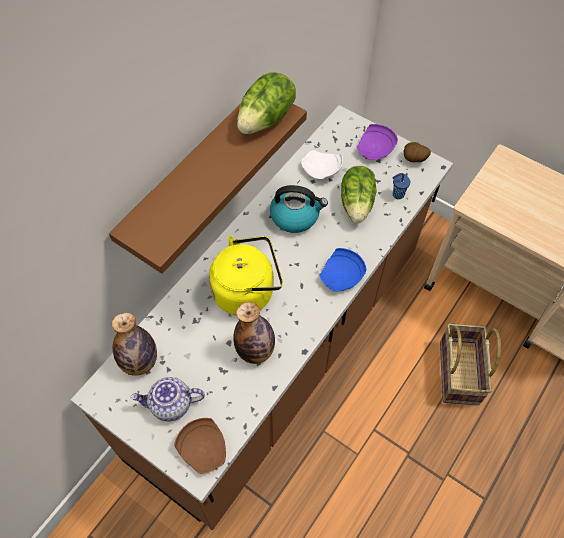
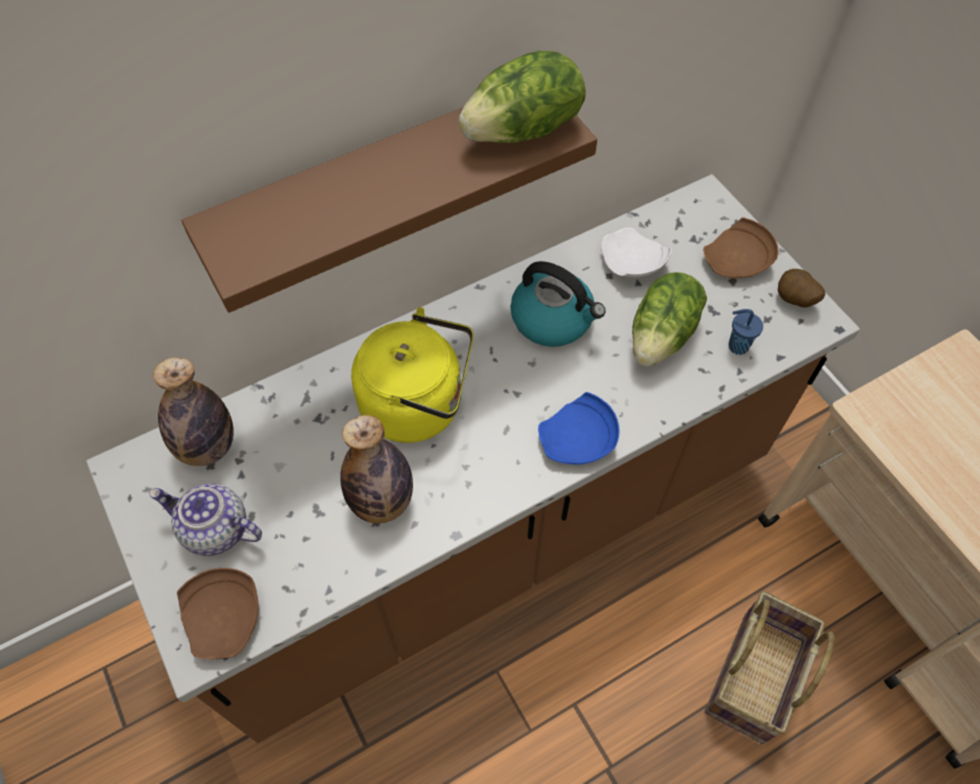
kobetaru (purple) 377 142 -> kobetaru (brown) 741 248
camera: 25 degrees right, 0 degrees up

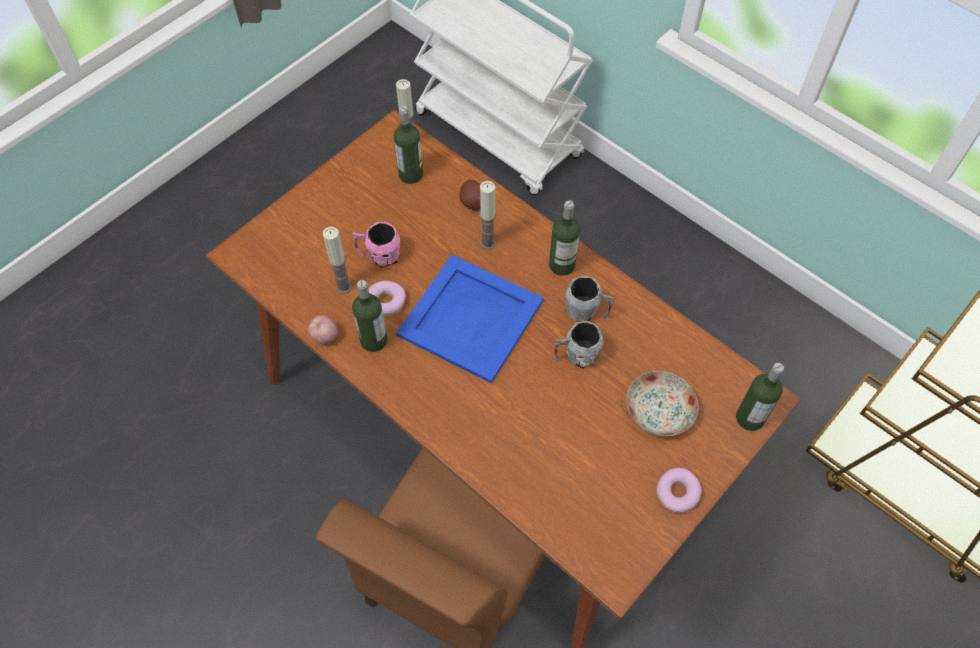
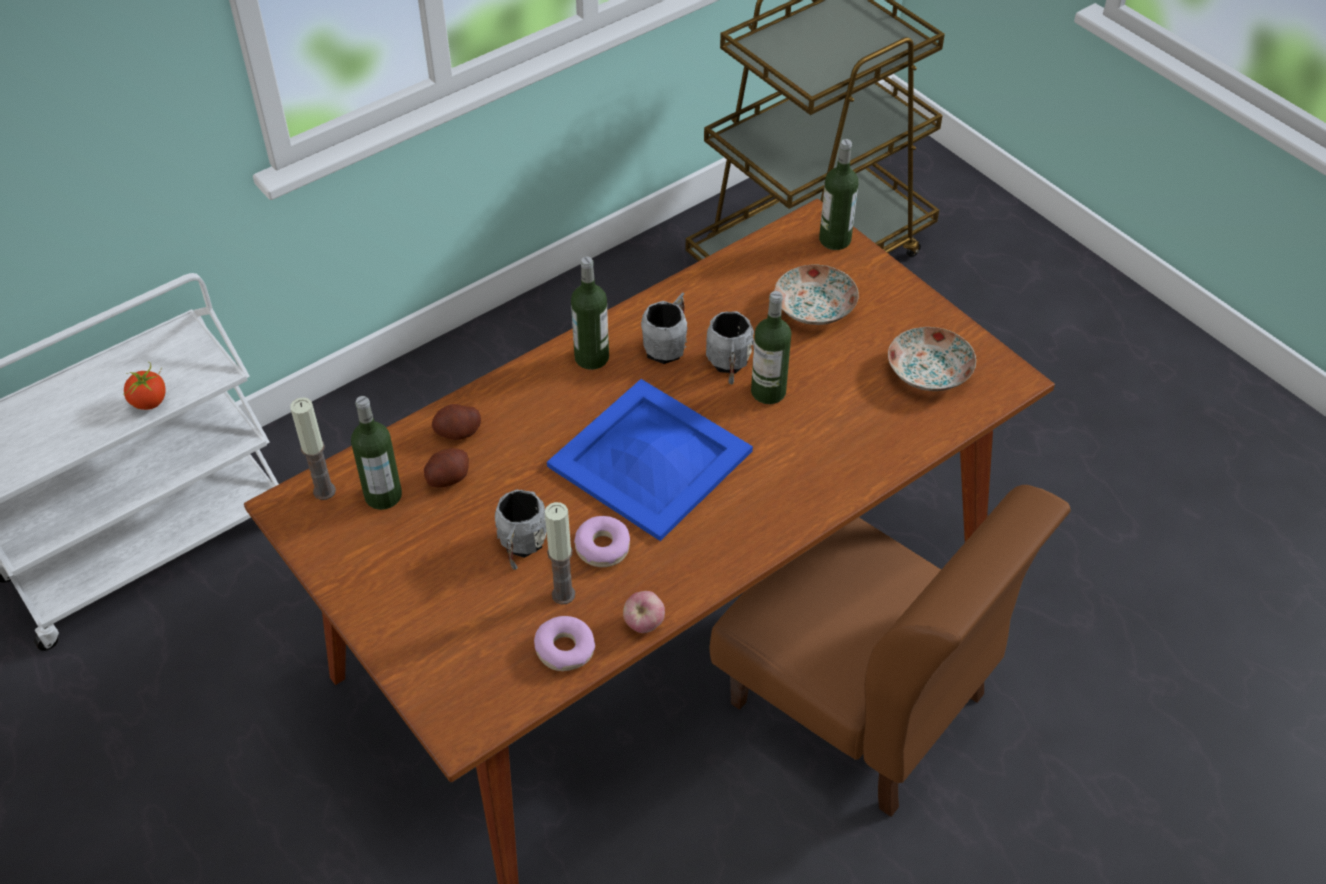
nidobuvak 369 316 -> nidobuvak 771 347, relocated
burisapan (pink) 377 245 -> burisapan (grey) 521 530
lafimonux 488 215 -> none
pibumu 679 490 -> pibumu 564 643, relocated
none -> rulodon 145 386
none -> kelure 446 468
none -> kobetaru 932 359
camera: 80 degrees left, 10 degrees down

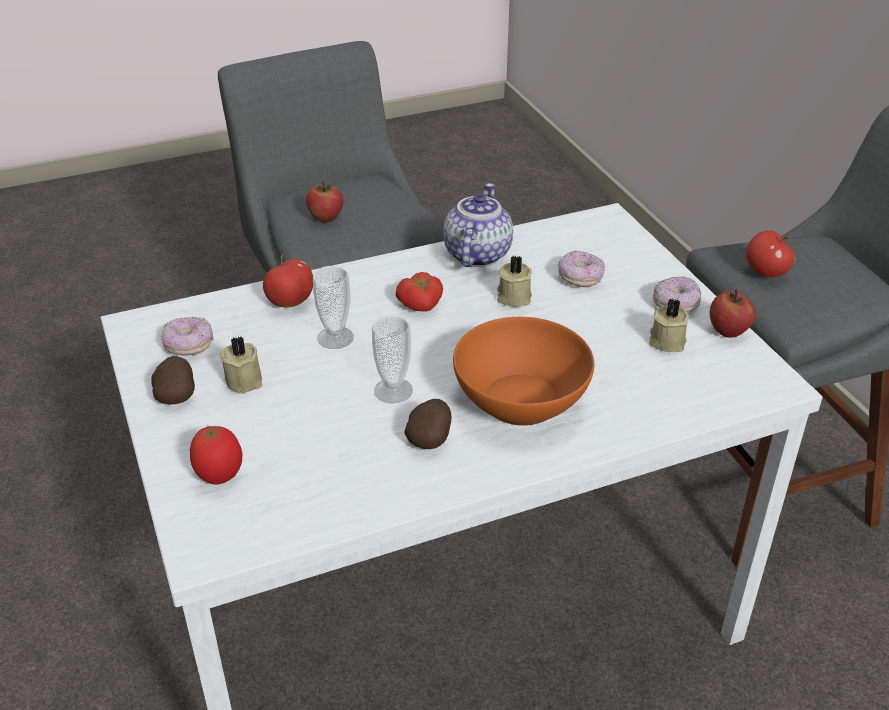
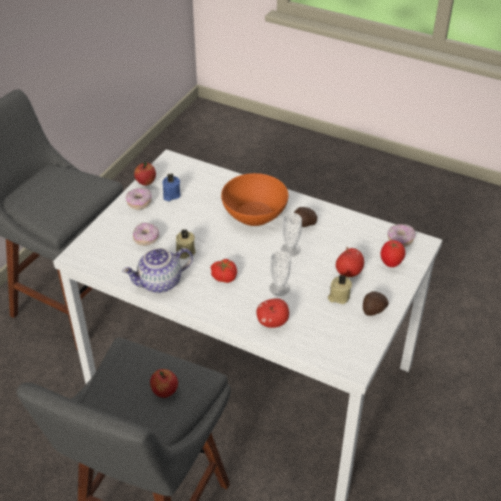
pibumu 187 336 -> pibumu 402 235, relocated
lafimonux (beige) 669 325 -> lafimonux (blue) 171 187
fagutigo 770 254 -> fagutigo 350 262, relocated
camera: 130 degrees left, 5 degrees up

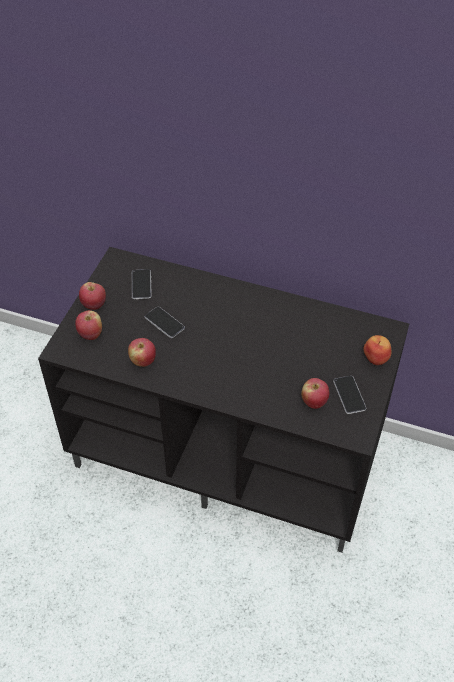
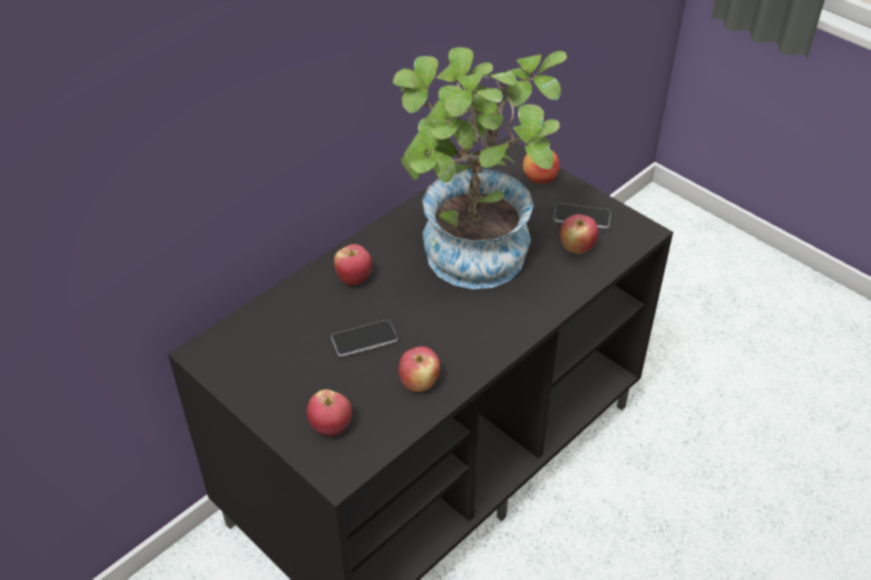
fagutigo 92 296 -> fagutigo 353 264, relocated
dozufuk 141 284 -> none
none -> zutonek 480 168
camera: 65 degrees left, 5 degrees down

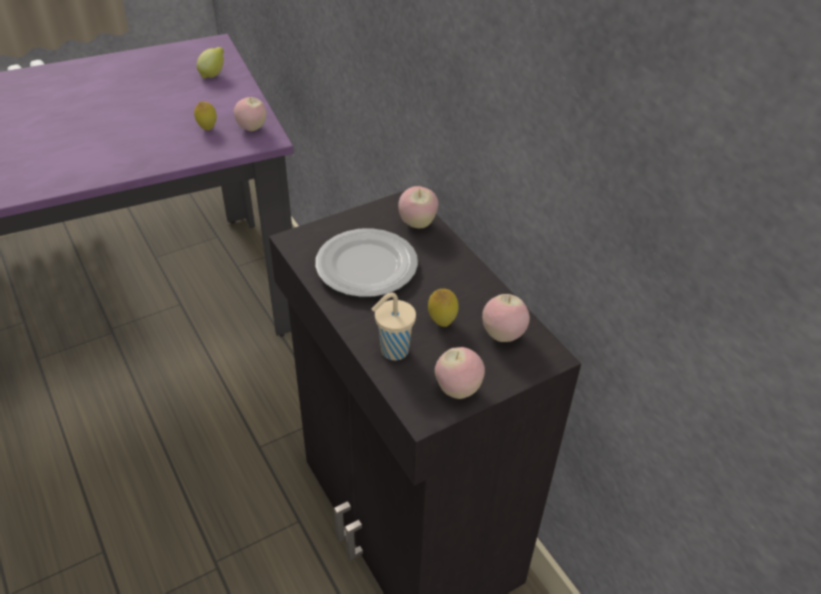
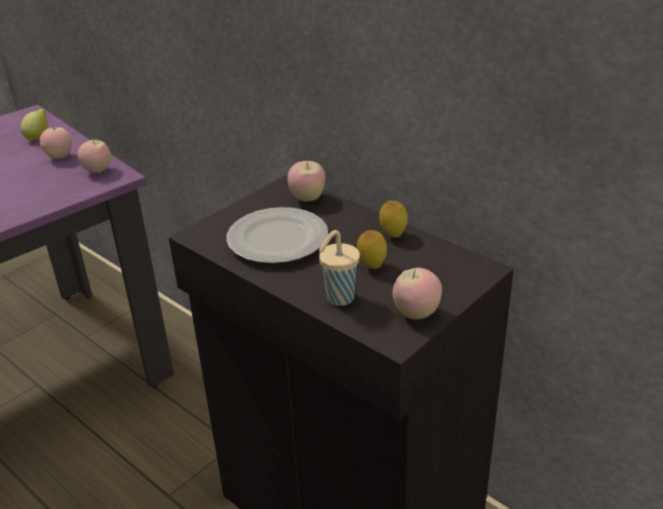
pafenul 205 115 -> pafenul 393 219, relocated
fagutigo 506 318 -> fagutigo 56 142, relocated
camera: 15 degrees left, 10 degrees down

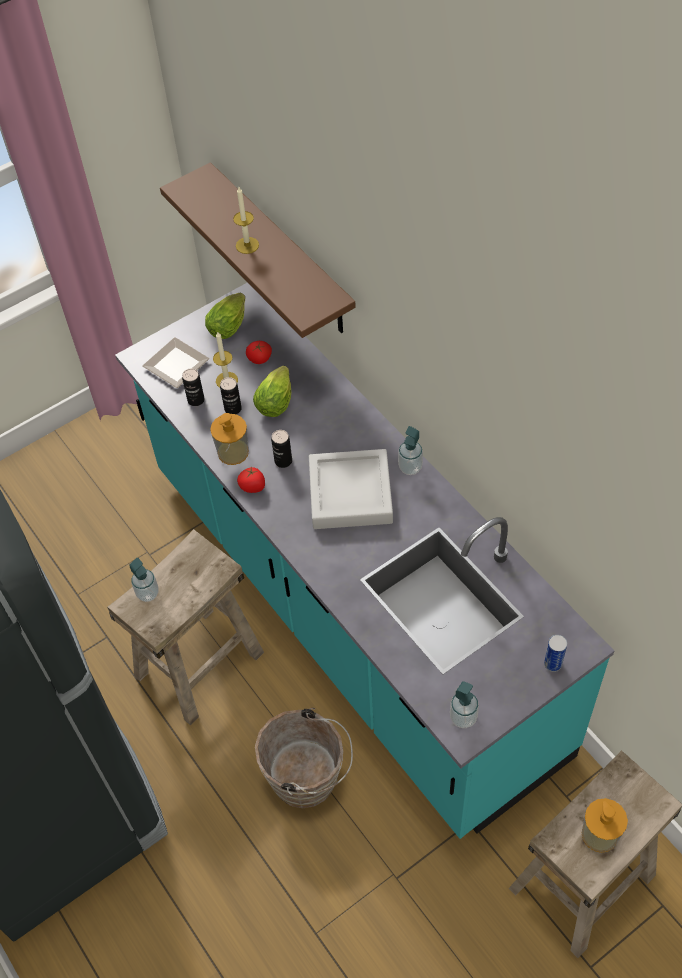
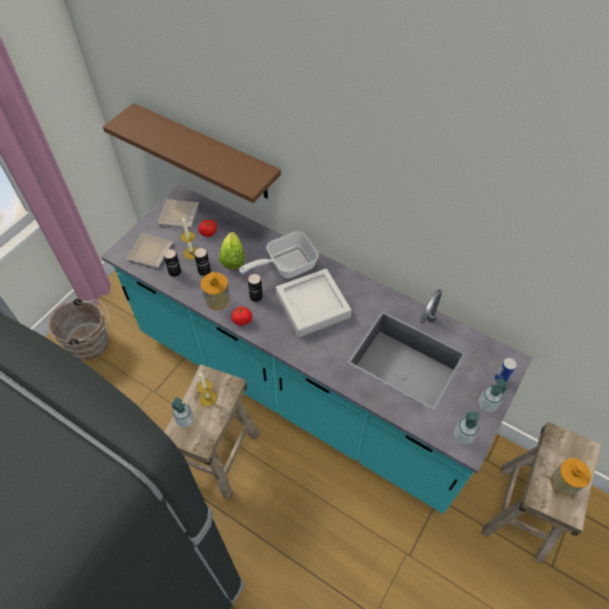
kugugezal 225 316 -> kobetaru 178 213
lafimonux 246 220 -> lafimonux 207 389, relocated
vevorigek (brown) 304 758 -> vevorigek (brown) 78 329, relocated
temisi 410 450 -> temisi 492 396, relocated
none -> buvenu 279 254
camera: 25 degrees left, 0 degrees up

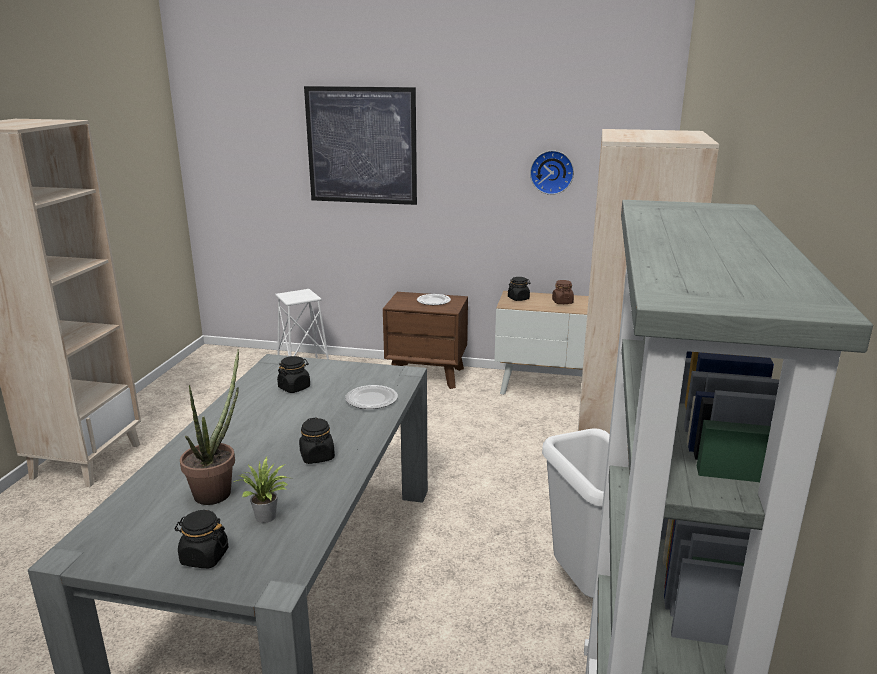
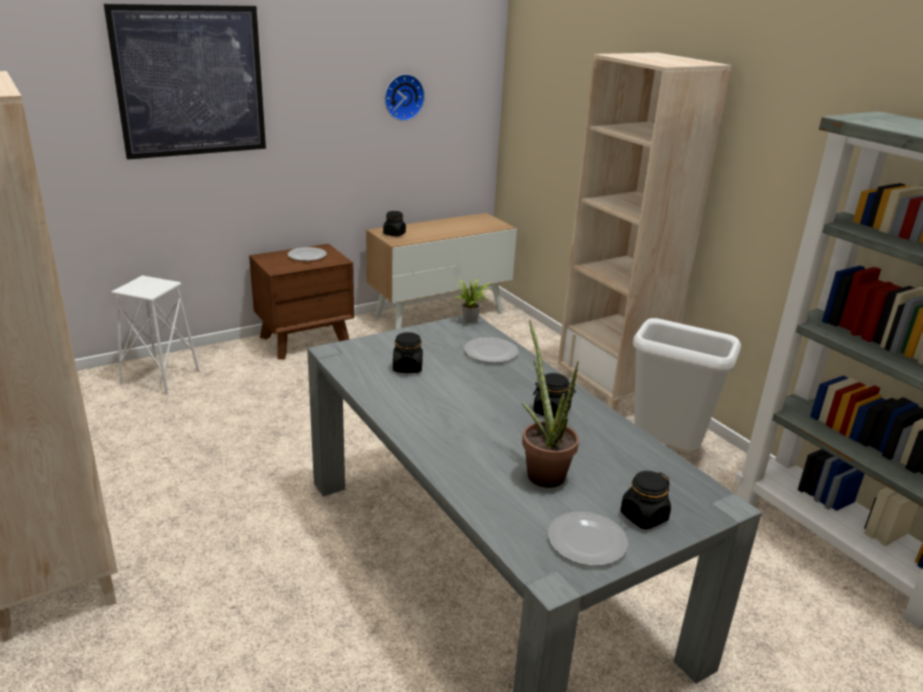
zutonek 261 490 -> zutonek 473 301, relocated
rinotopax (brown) 563 292 -> none
none -> kobetaru 588 539
camera: 45 degrees left, 5 degrees up

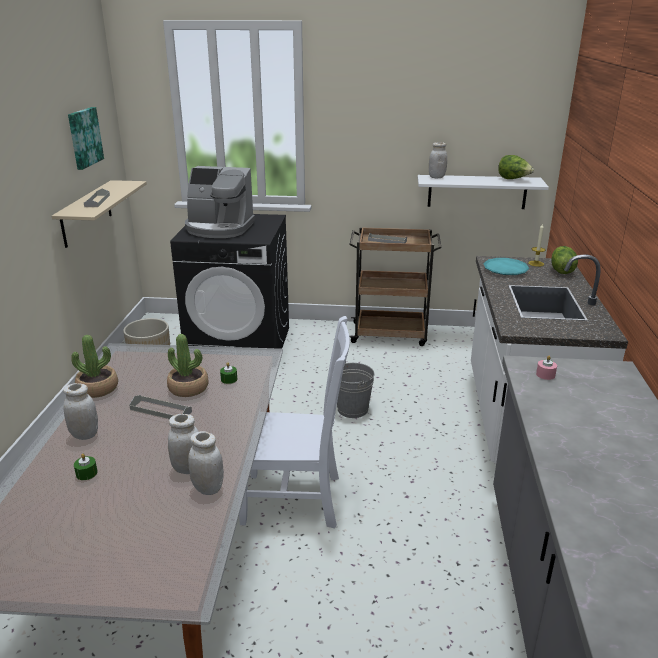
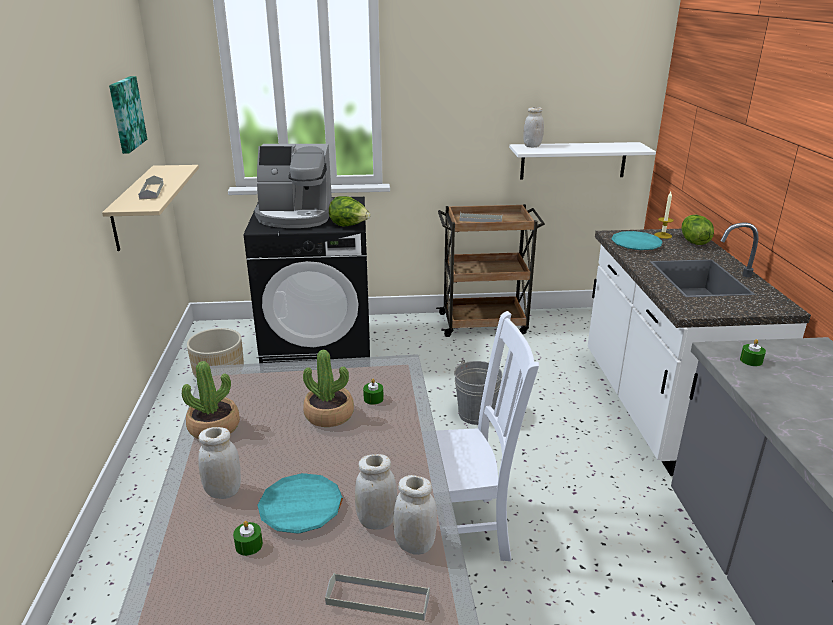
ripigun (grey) 160 407 -> ripigun (grey) 377 597, relocated
kugugezal 516 167 -> kugugezal 350 211, relocated
lafimonux (pink) 546 368 -> lafimonux (green) 753 352
none -> kobetaru (turquoise) 300 503
camera: 10 degrees left, 0 degrees up

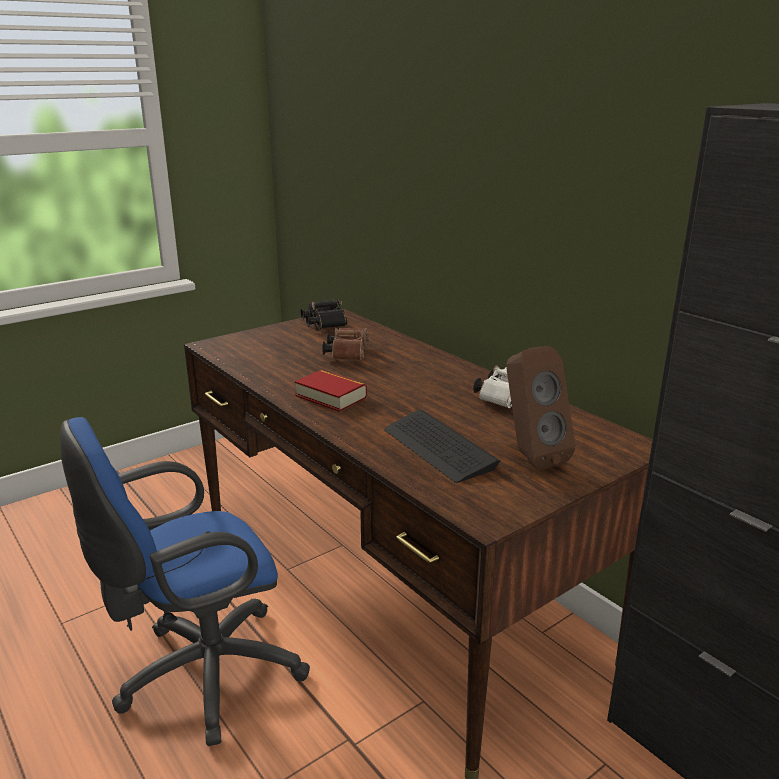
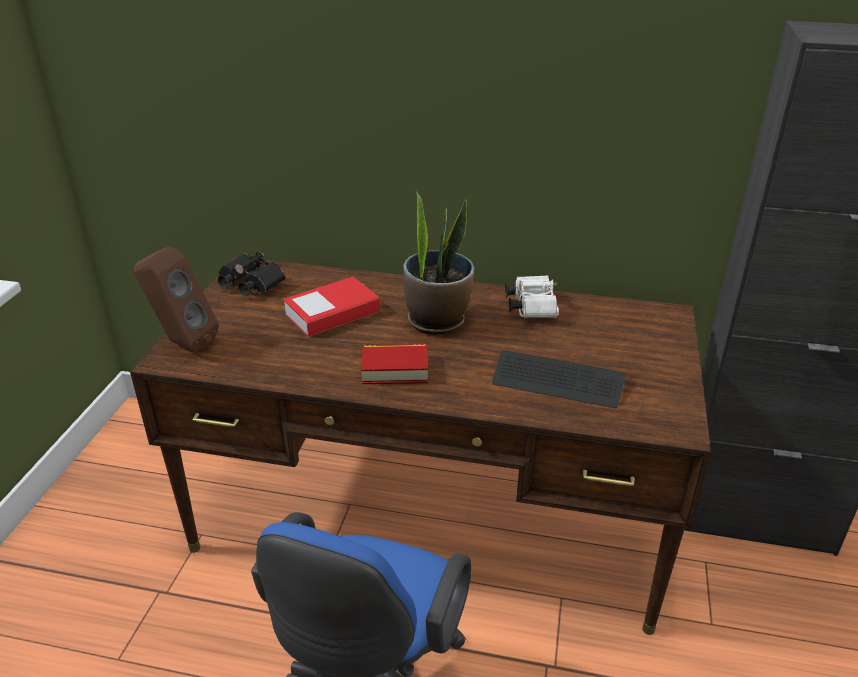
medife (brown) 346 344 -> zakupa 331 307
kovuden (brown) 540 408 -> kovuden (brown) 176 299, relocated
none -> zutonek 438 262
camera: 40 degrees left, 10 degrees up

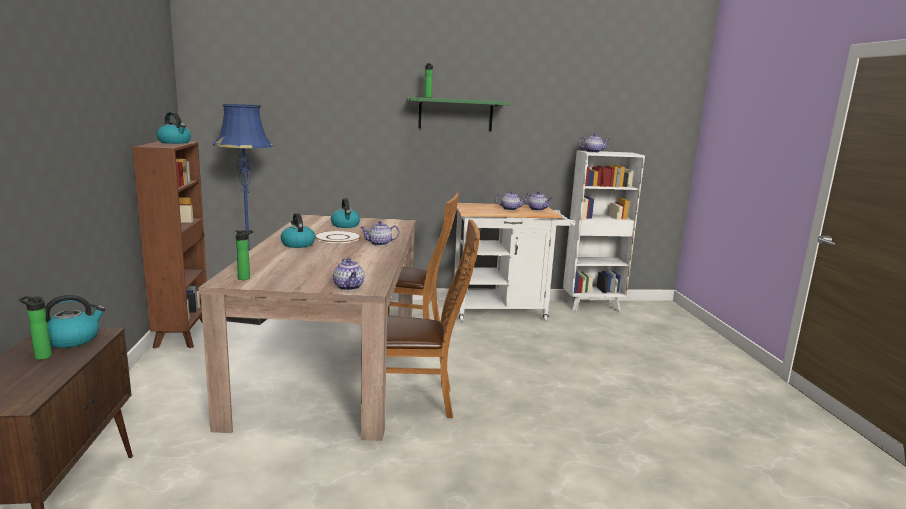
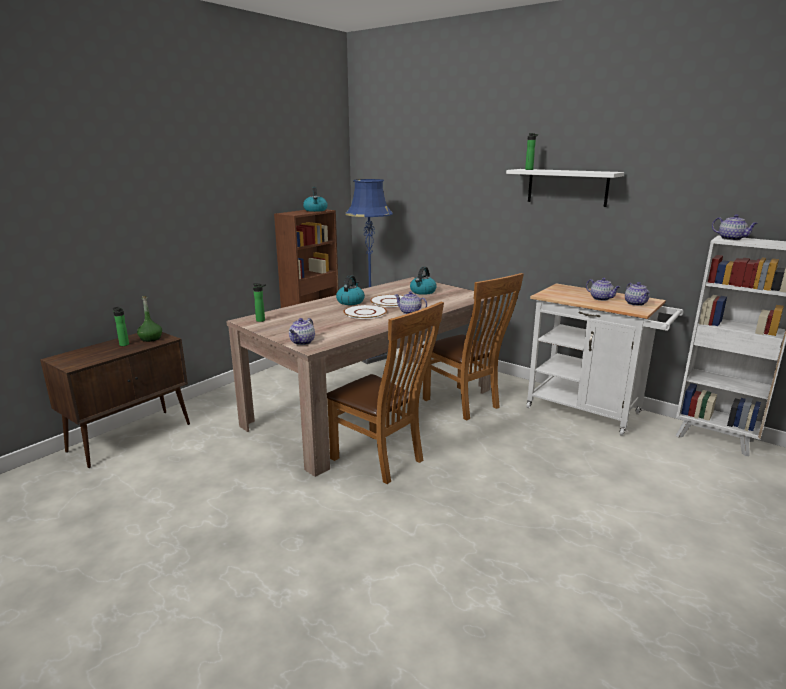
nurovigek 75 321 -> nidobuvak (green) 149 319
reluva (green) 459 114 -> reluva (white) 565 188
none -> kobetaru (white) 365 312
camera: 45 degrees right, 5 degrees up

